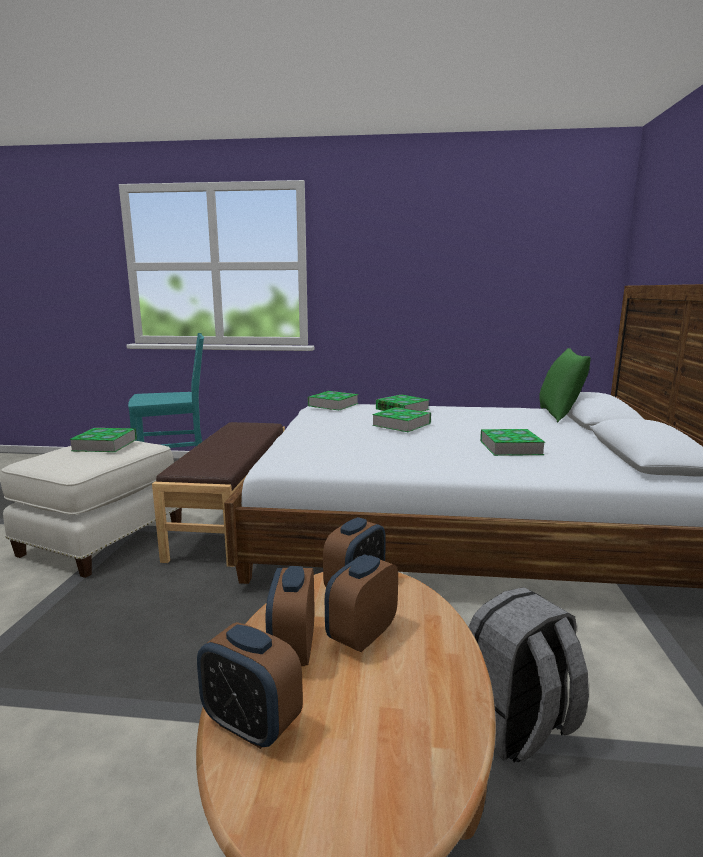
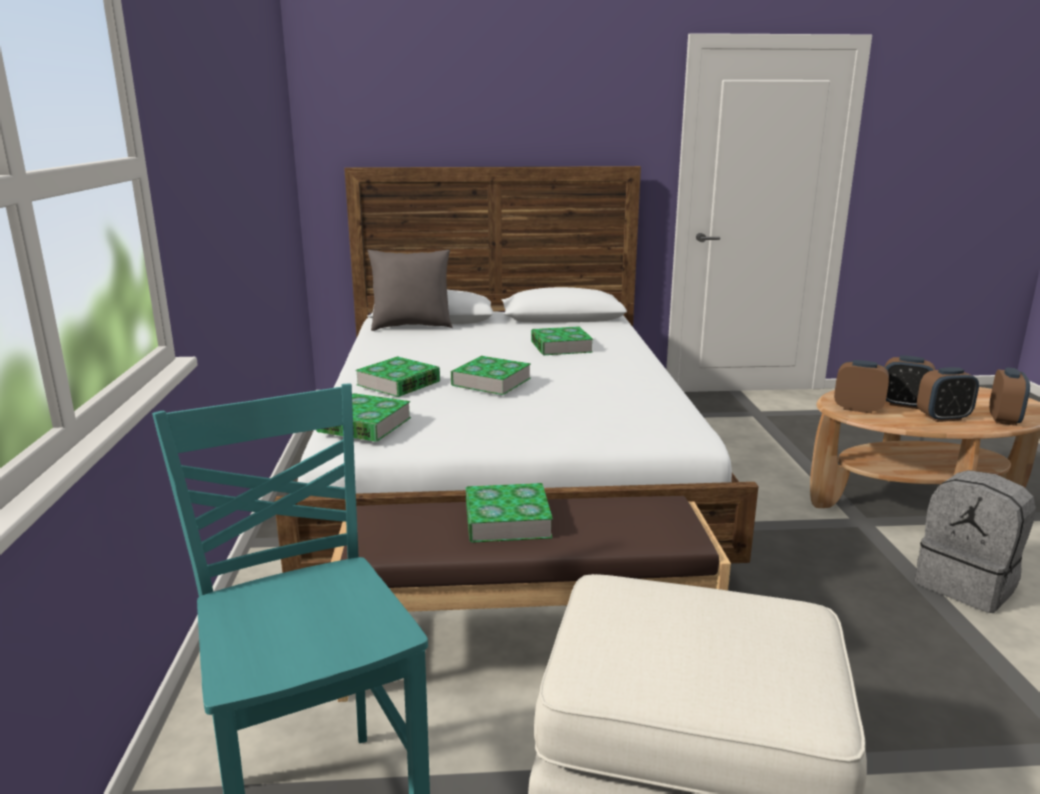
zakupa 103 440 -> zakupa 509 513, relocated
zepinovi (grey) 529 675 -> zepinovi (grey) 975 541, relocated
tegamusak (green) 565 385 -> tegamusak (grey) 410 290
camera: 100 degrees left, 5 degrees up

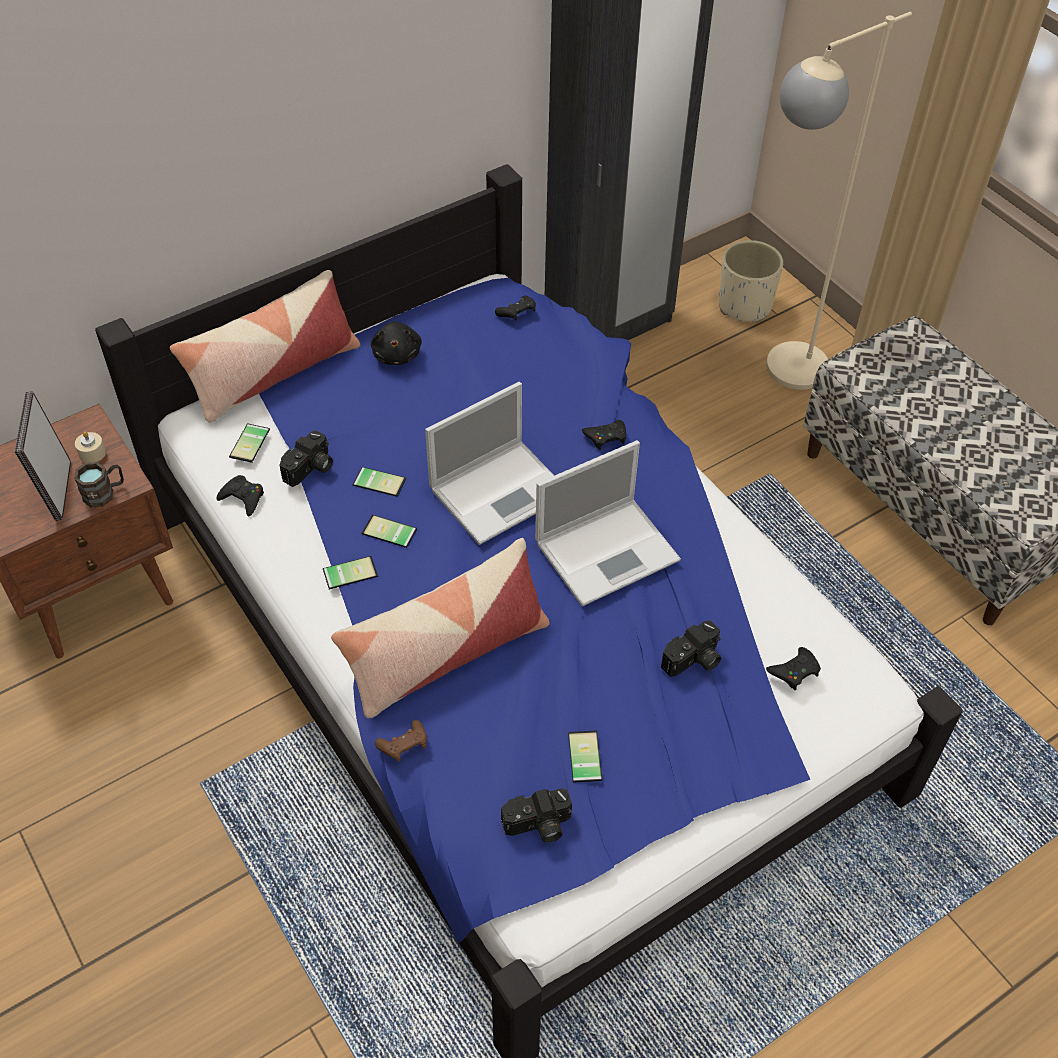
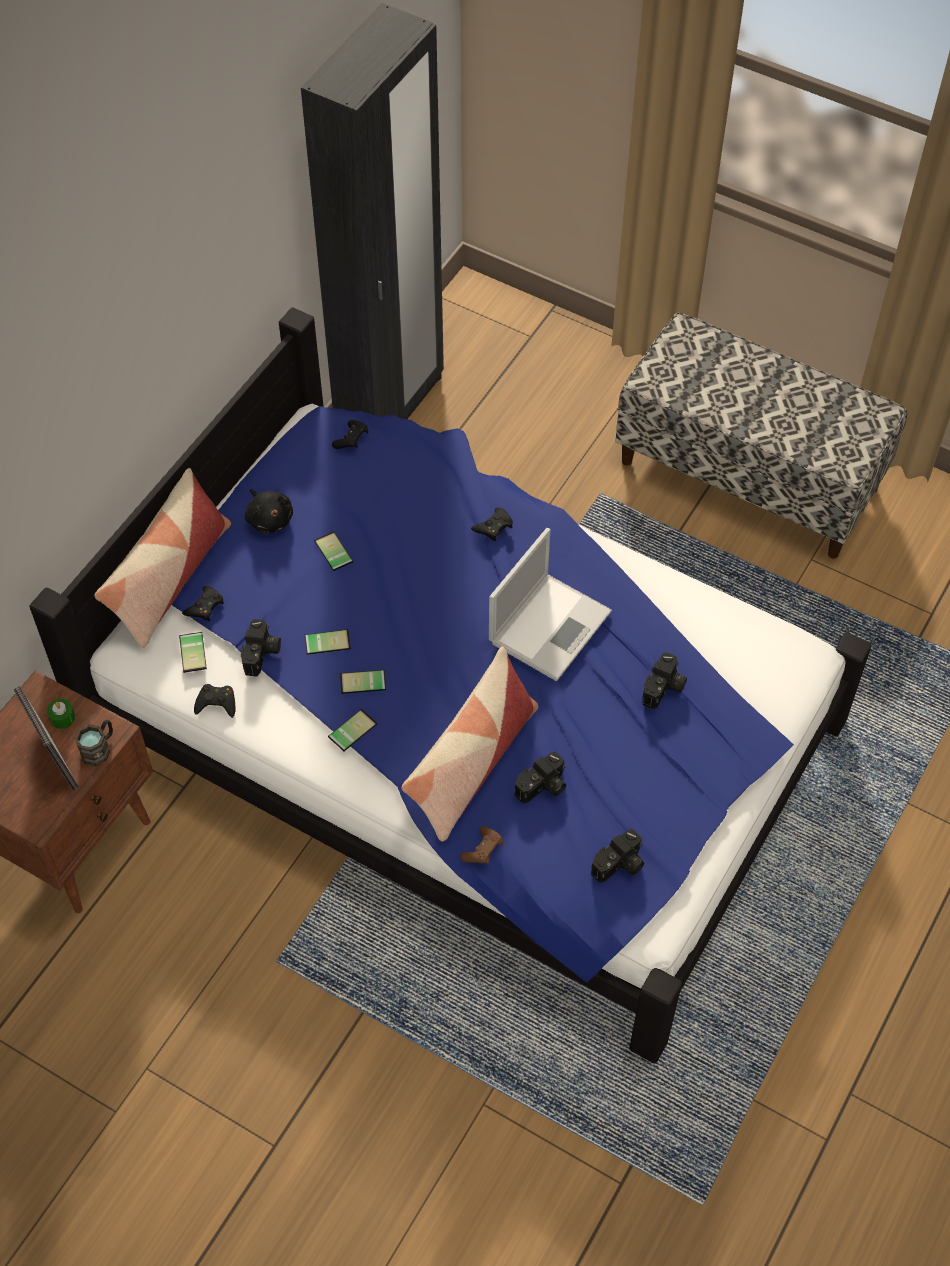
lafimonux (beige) 90 447 -> lafimonux (green) 61 714
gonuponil 489 463 -> none
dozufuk 582 756 -> dozufuk 333 551, relocated
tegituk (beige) 751 281 -> none
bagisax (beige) 839 201 -> none
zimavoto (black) 793 668 -> zimavoto (black) 203 603, relocated
none -> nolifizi 540 777
camera: 25 degrees left, 5 degrees up

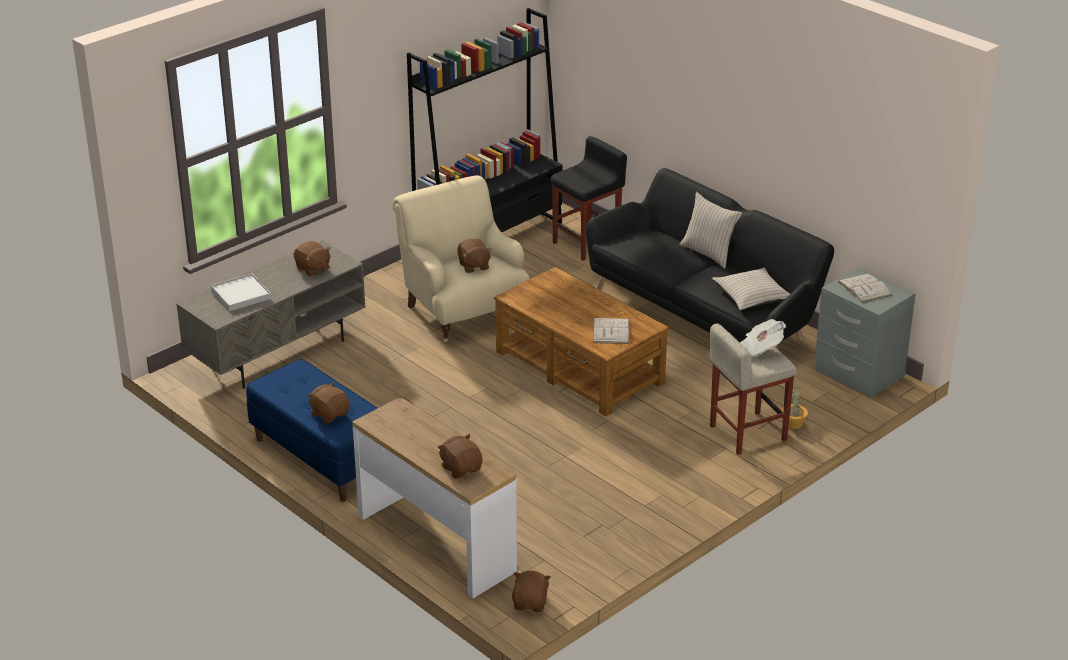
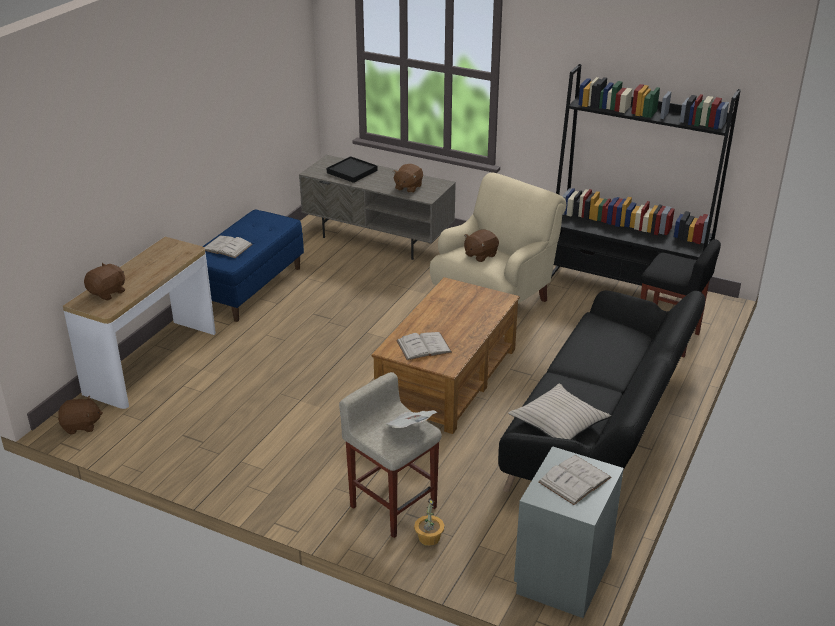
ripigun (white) 241 292 -> ripigun (black) 352 169
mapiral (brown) 328 403 -> zakupa (white) 228 246
tegamusak (beige) 711 230 -> none
camera: 70 degrees right, 0 degrees up

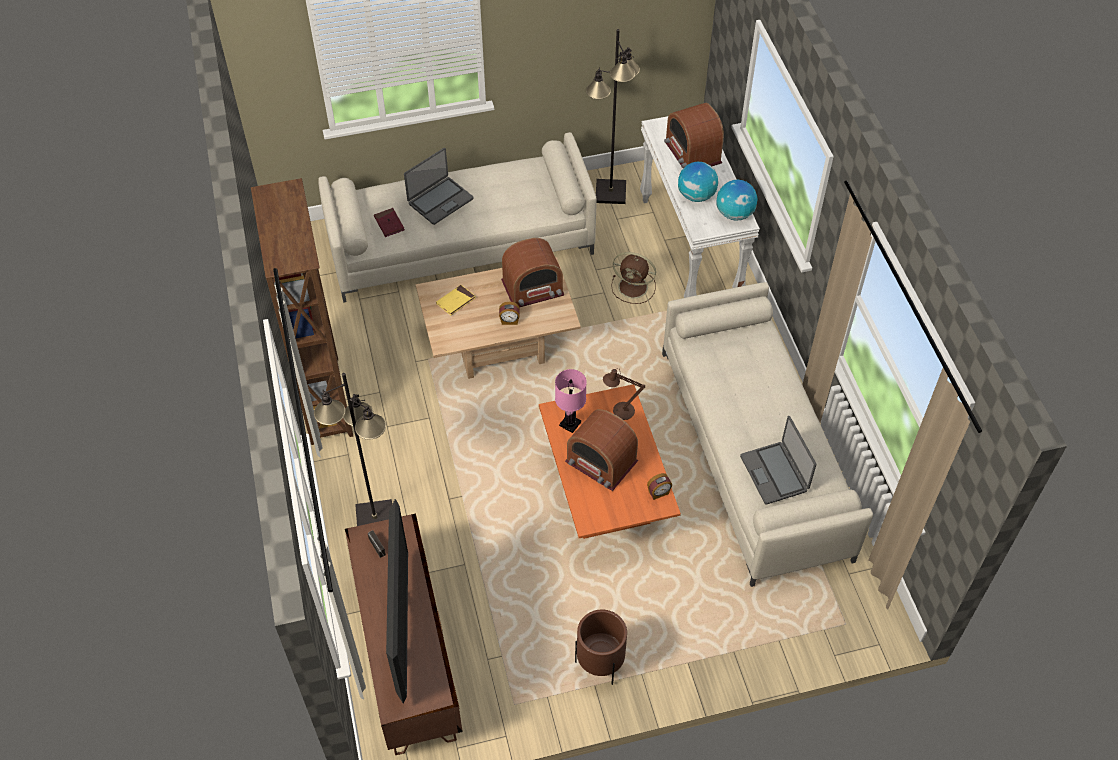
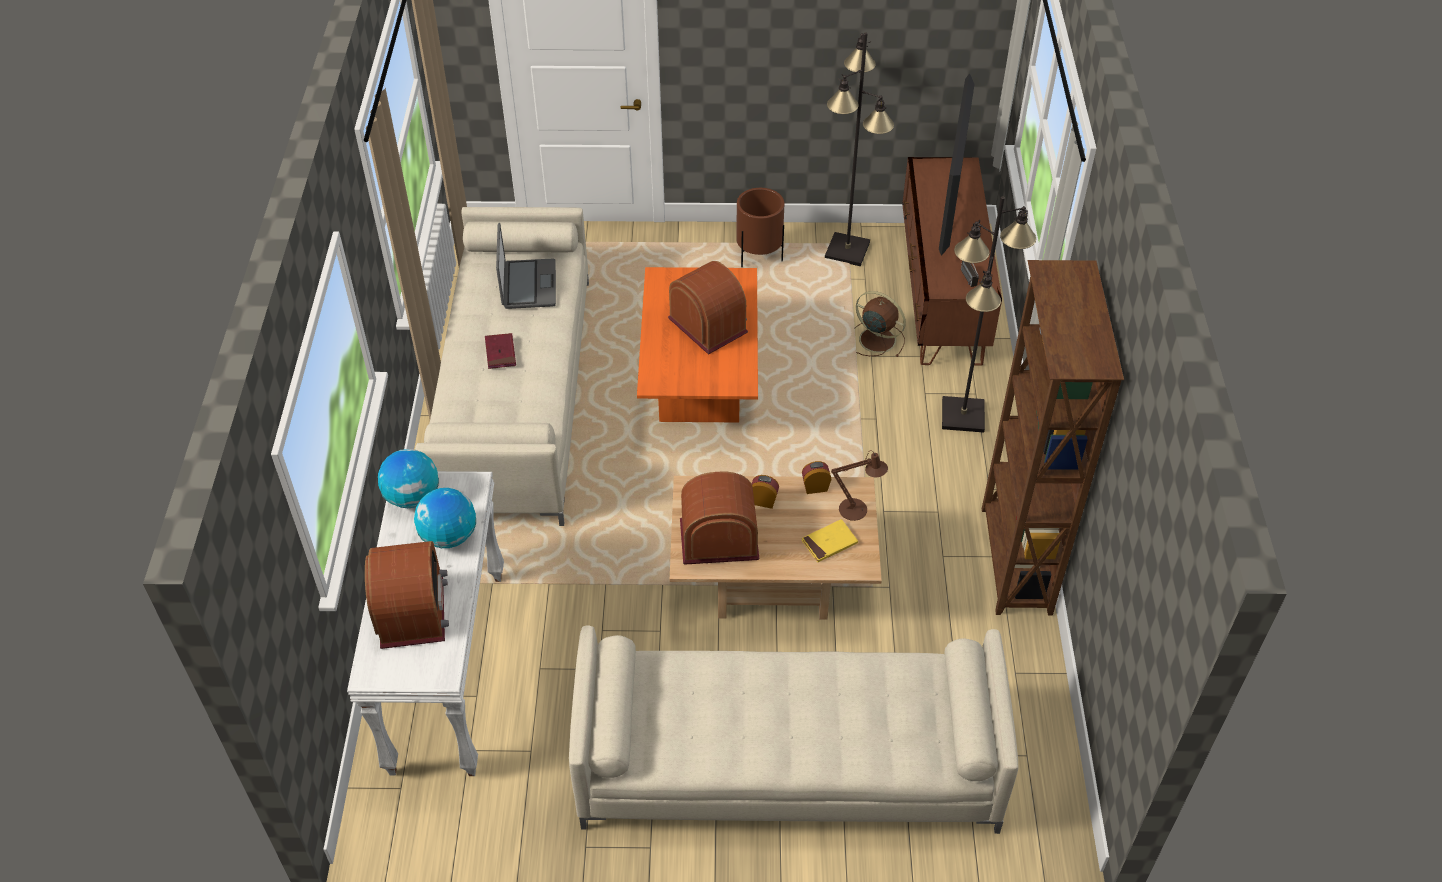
zakupa (red) 389 222 -> zakupa (red) 500 351, relocated
gonuponil 438 186 -> none
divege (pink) 571 401 -> none
bagisax (black) 613 116 -> bagisax (black) 859 149, relocated
divege (brown) 624 394 -> divege (brown) 859 486, relocated
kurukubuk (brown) 633 278 -> kurukubuk (brown) 880 324, relocated
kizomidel 659 486 -> kizomidel 817 477, relocated
camera: 165 degrees left, 5 degrees down

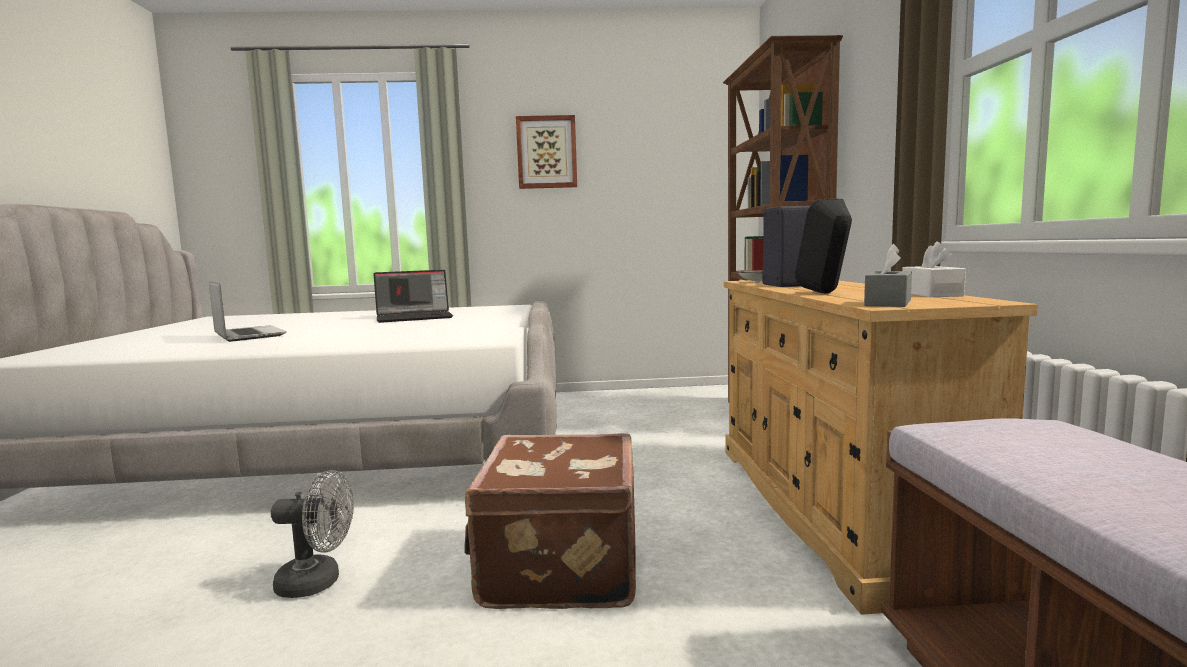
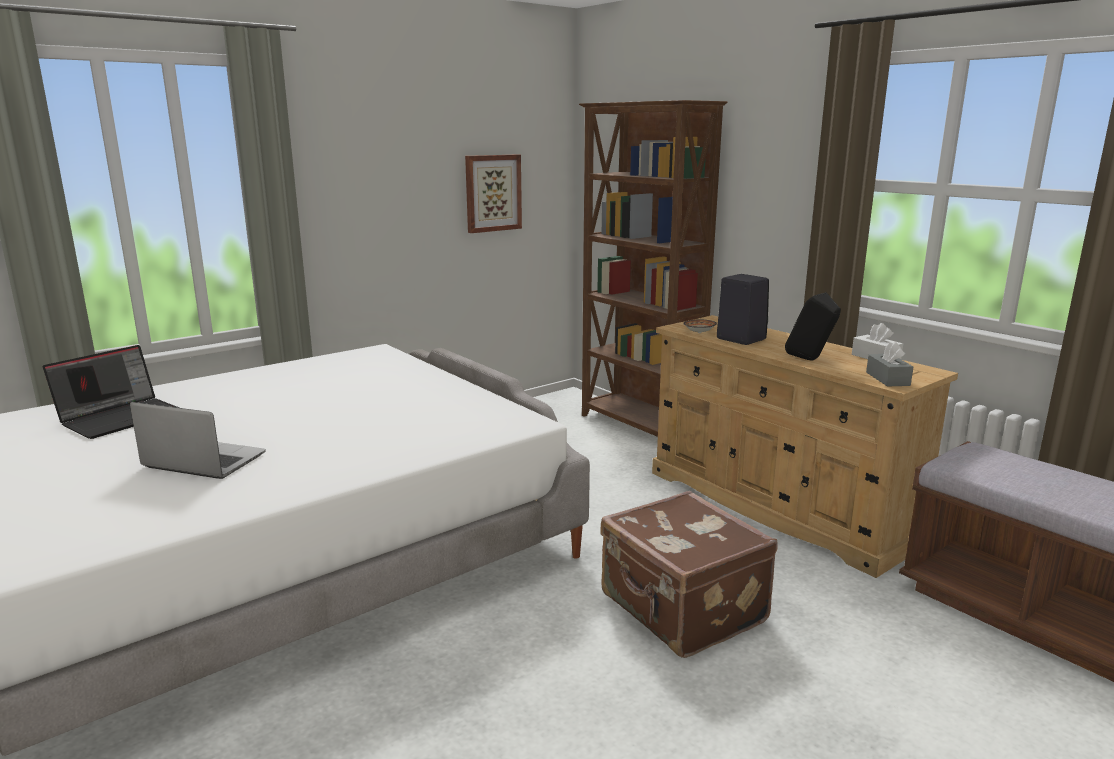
kurukubuk (grey) 312 534 -> none
gonuponil 413 296 -> gonuponil 111 392, relocated
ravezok 546 152 -> ravezok 493 193, relocated
camera: 35 degrees left, 10 degrees up

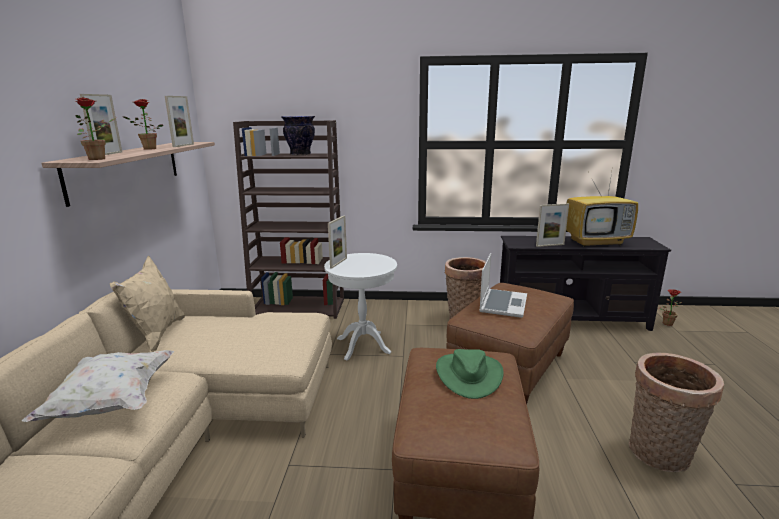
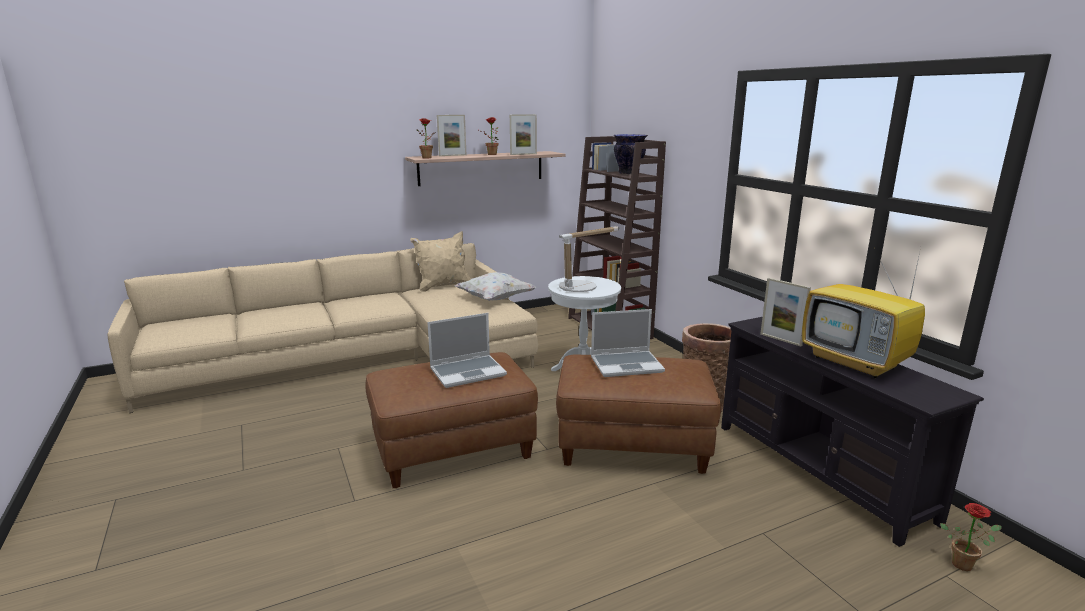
tegamusak (white) 97 386 -> tegamusak (white) 495 286, relocated
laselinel 337 242 -> none
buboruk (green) 470 374 -> gonuponil 467 350
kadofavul 676 412 -> none
none -> divege 589 259
camera: 60 degrees right, 0 degrees up

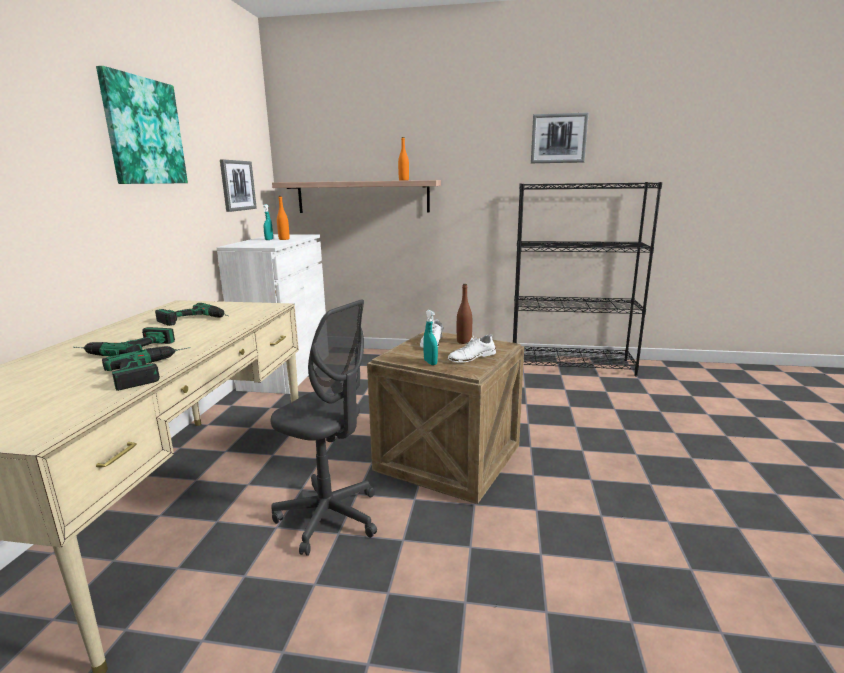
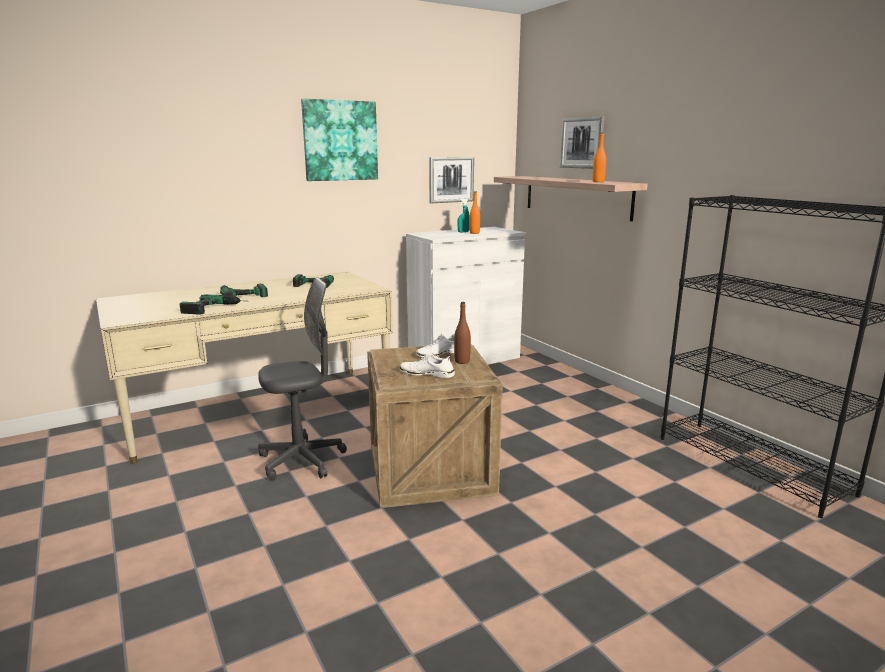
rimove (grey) 324 428 -> rimove (grey) 302 379, 105 degrees counterclockwise
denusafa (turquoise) 430 337 -> none
ravezok 560 138 -> ravezok 582 143, relocated
camera: 50 degrees right, 0 degrees up

